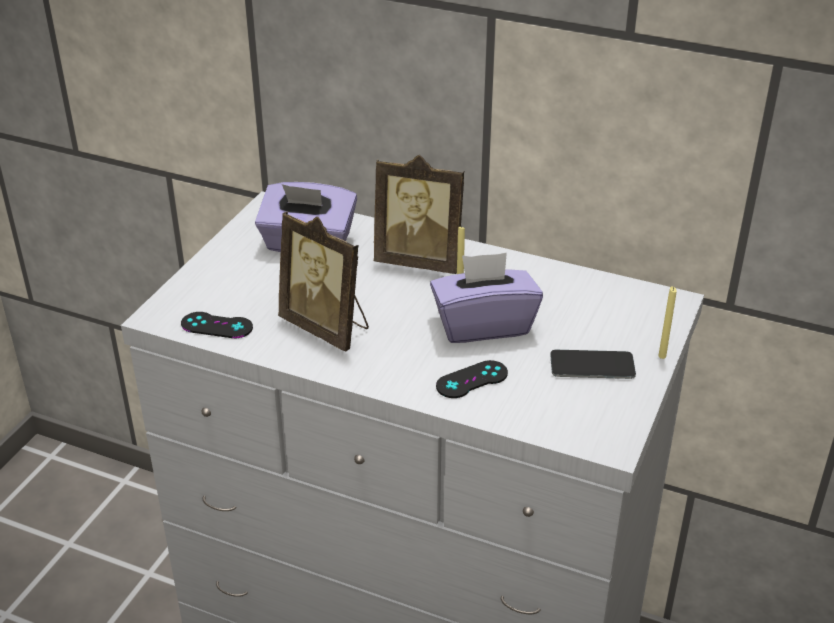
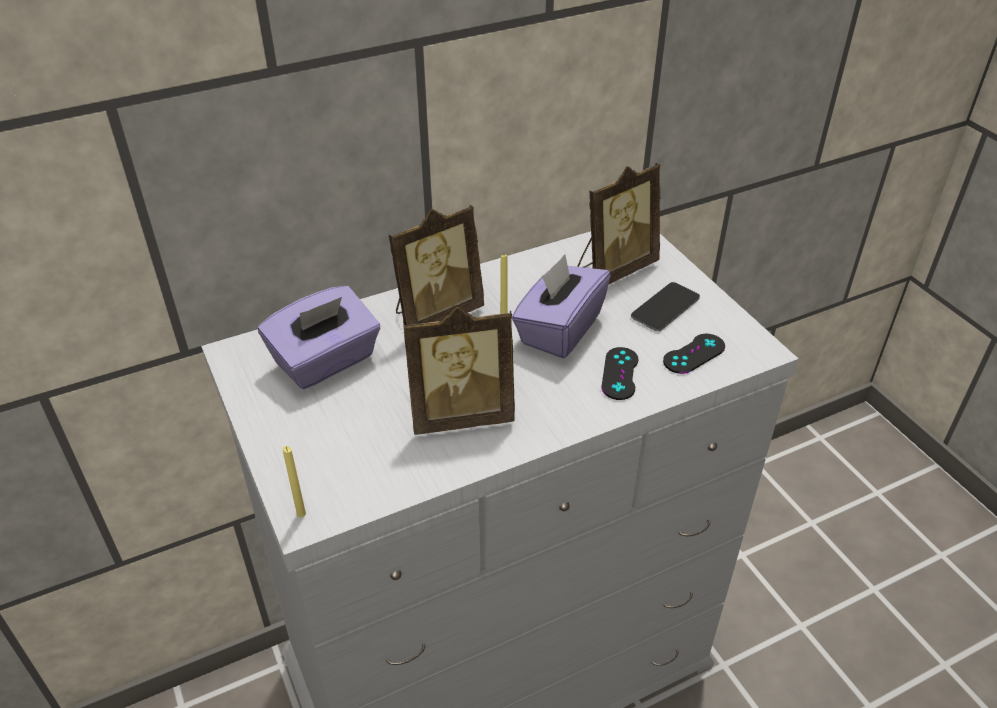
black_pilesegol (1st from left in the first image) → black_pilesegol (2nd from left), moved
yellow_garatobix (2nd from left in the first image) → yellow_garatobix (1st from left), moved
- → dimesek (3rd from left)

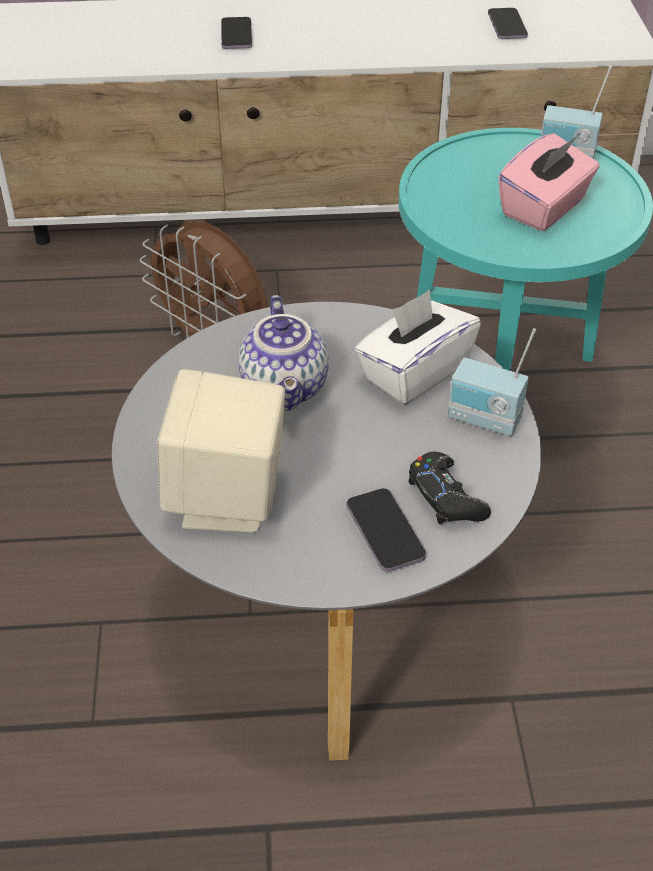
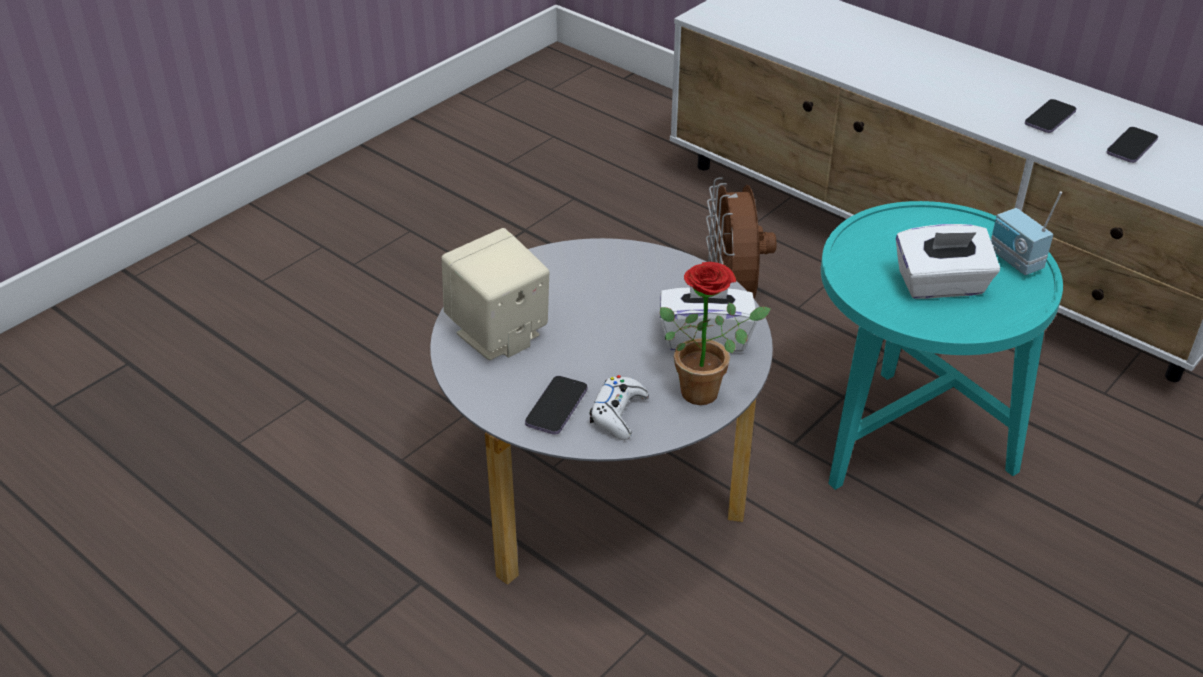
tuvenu (1st from left in the first image) → tuvenu (2nd from left), moved
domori → -
black_pilesegol → white_pilesegol
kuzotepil (1st from left) → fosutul
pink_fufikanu → white_fufikanu (2nd from left)

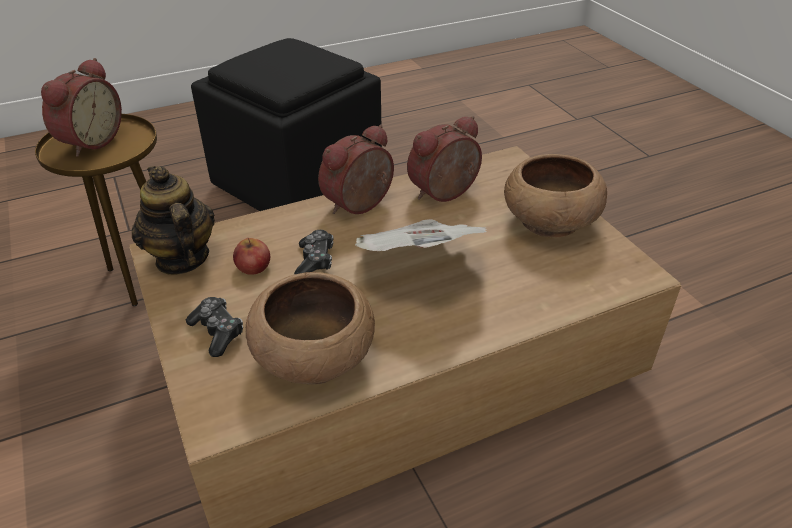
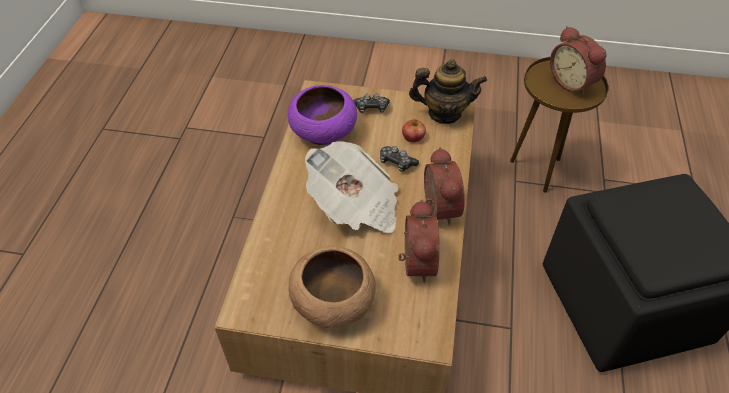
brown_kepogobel (1st from left) → purple_kepogobel

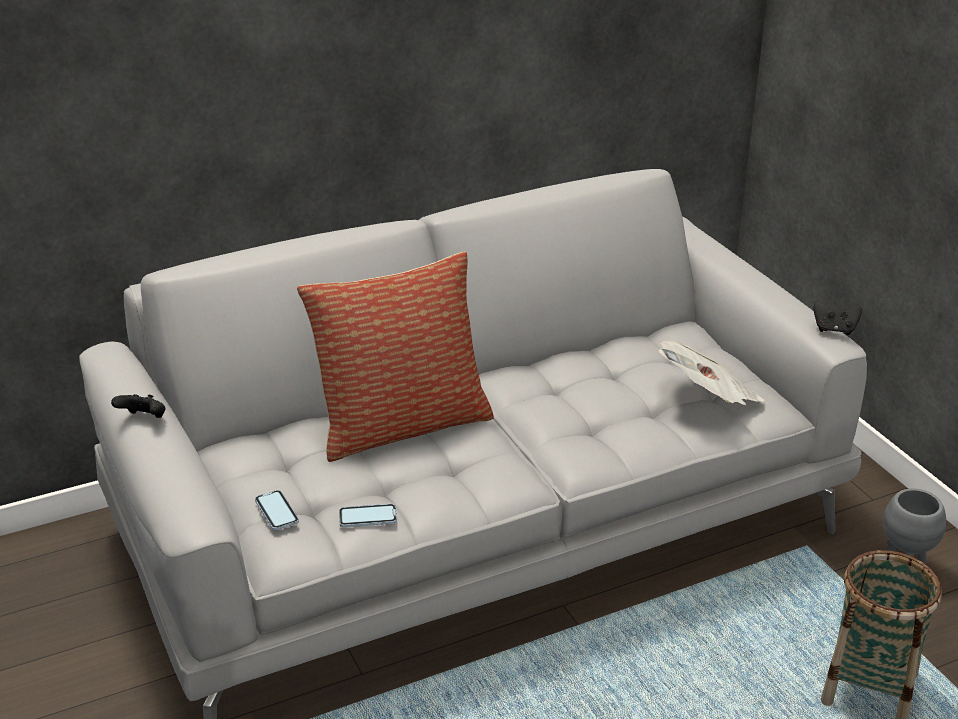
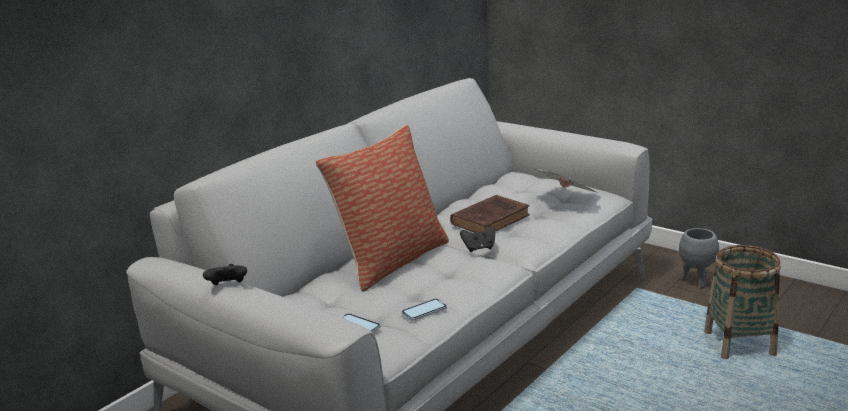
black_pilesegol (2nd from left), moved
- → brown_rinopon

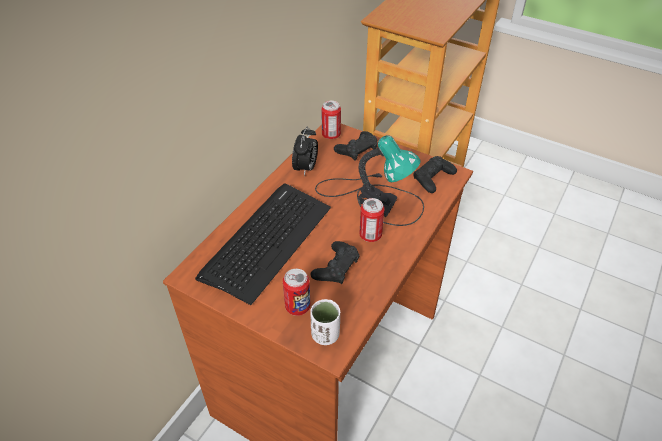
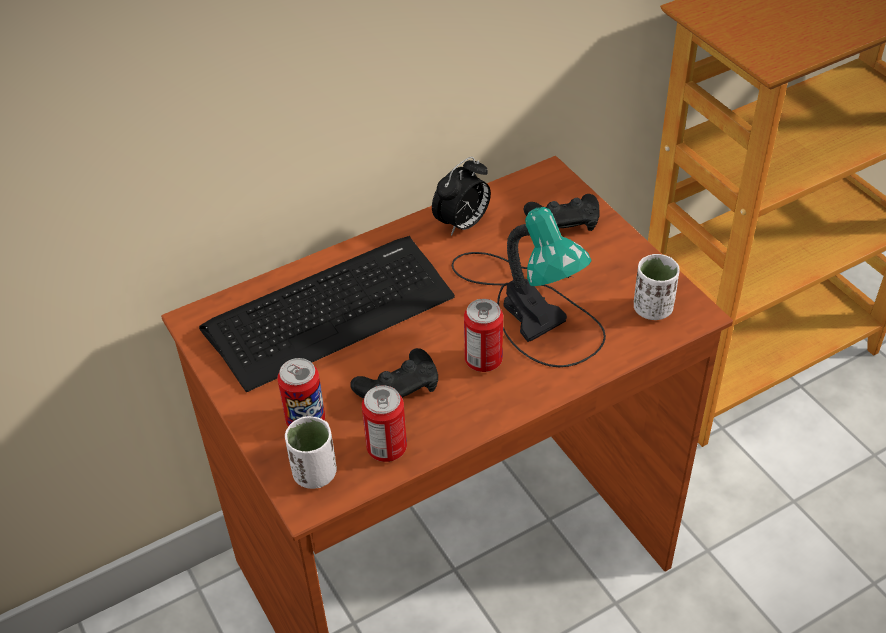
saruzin (2nd from left), moved
black_pilesegol (3rd from left) → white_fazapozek (2nd from left)

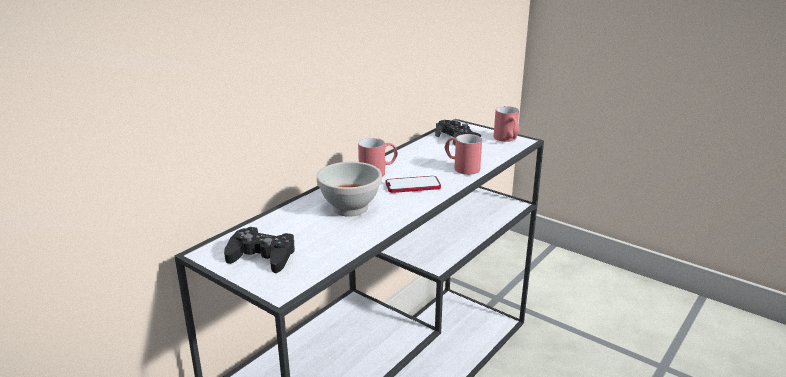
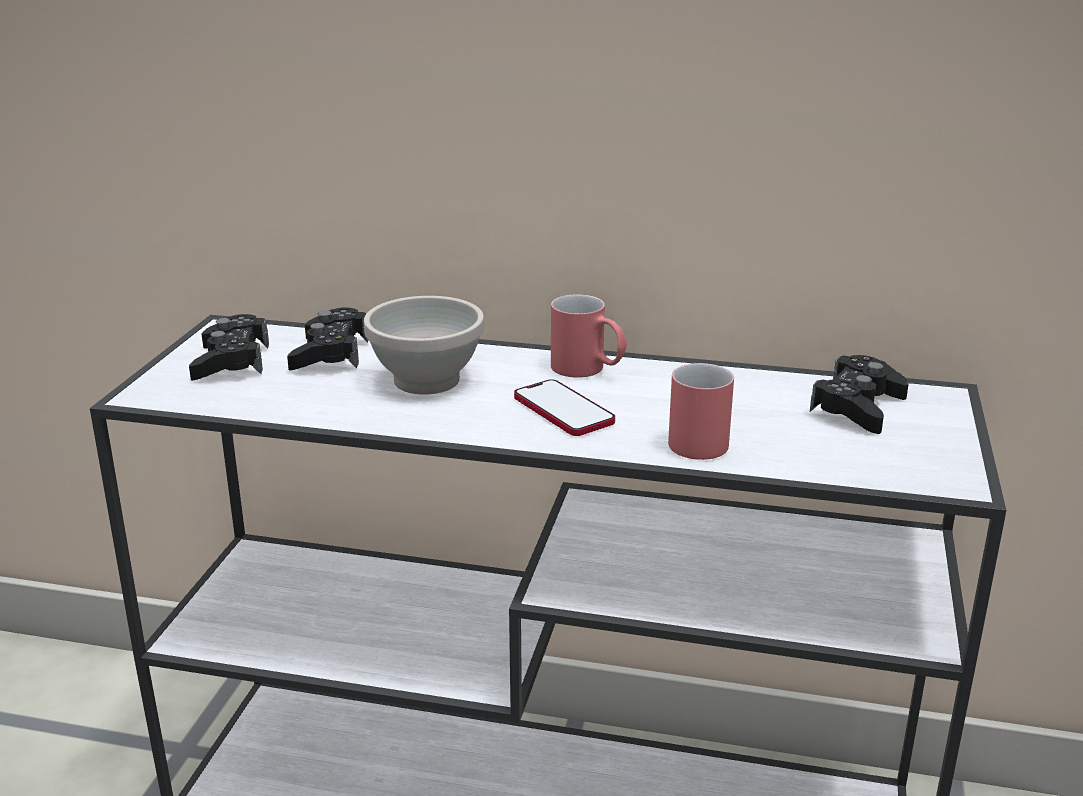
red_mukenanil (3rd from left) → -
- → black_pilesegol (2nd from left)

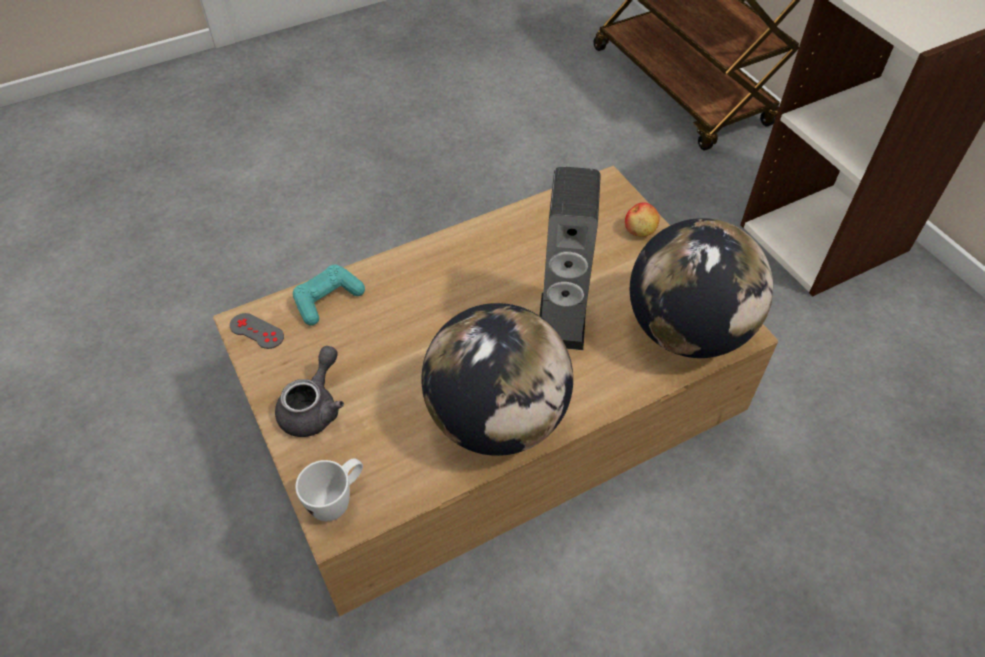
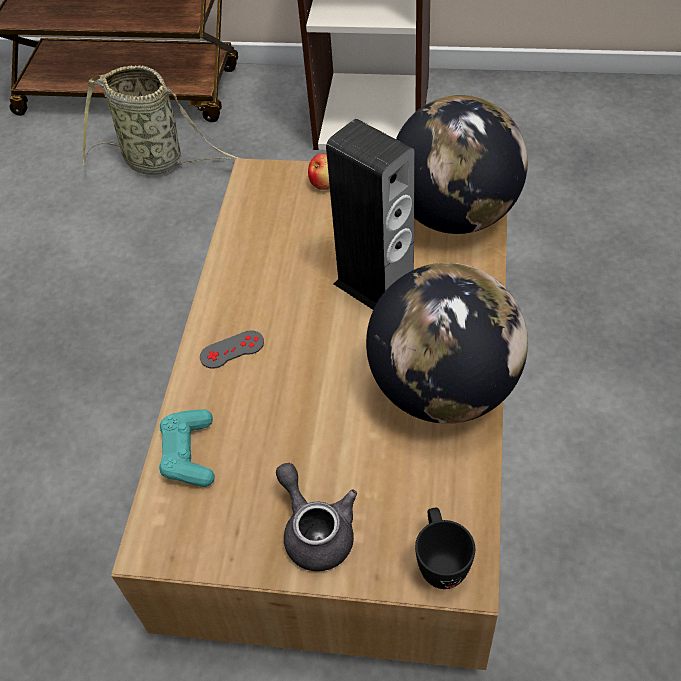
grey_pilesegol, moved
white_mukenanil → black_mukenanil
- → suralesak

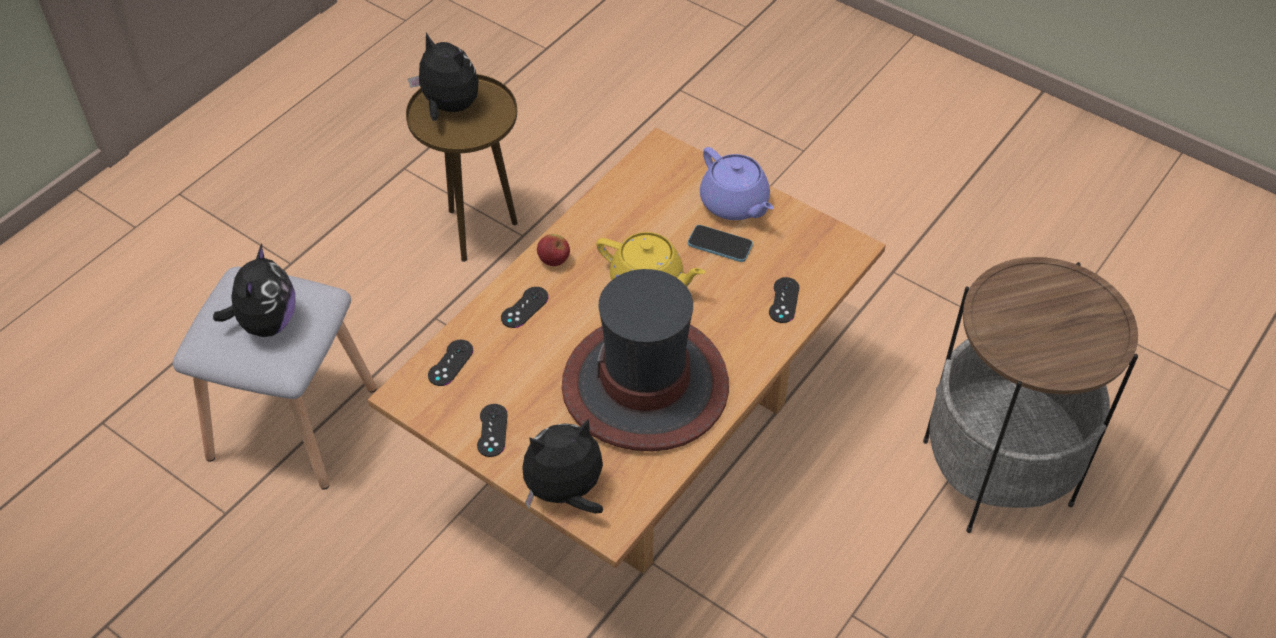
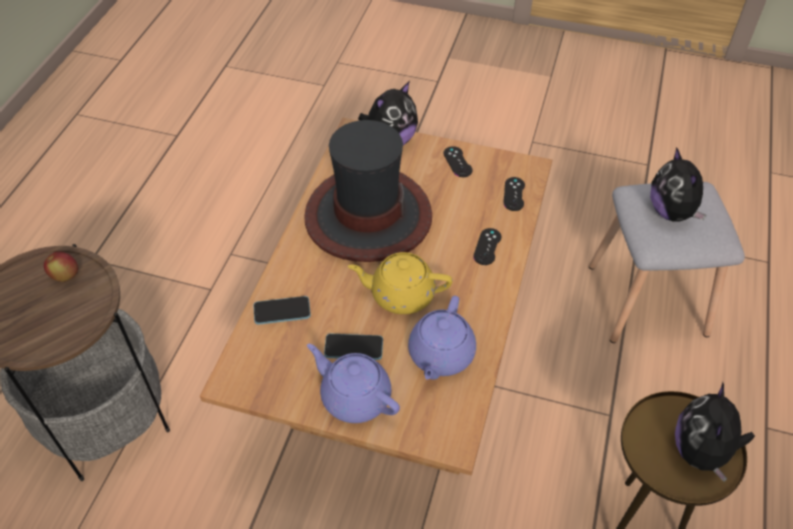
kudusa (2nd from left in the first image) → kudusa (3rd from left), 90 degrees clockwise
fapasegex, moved
black_pilesegol (4th from left) → tuvenu (1st from left)
- → purple_domori (2nd from left)

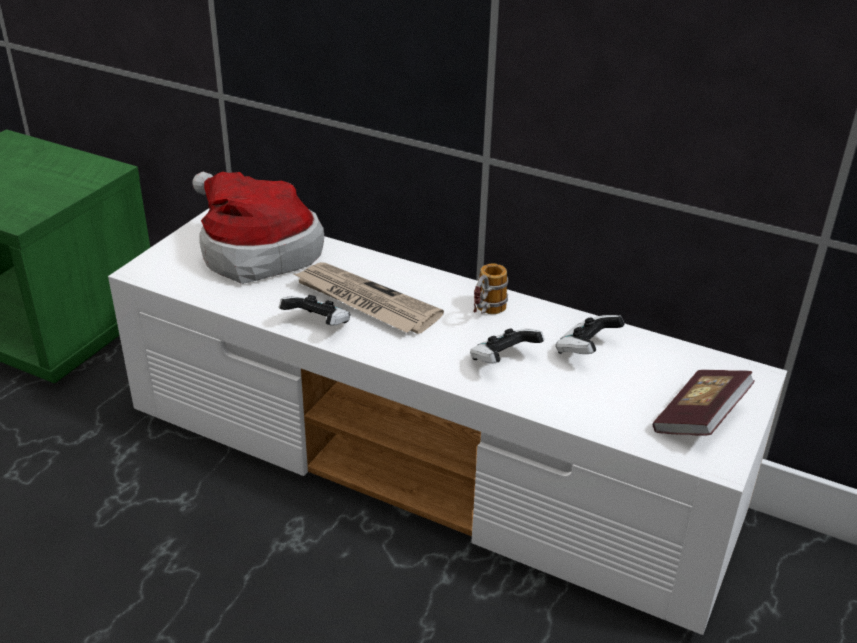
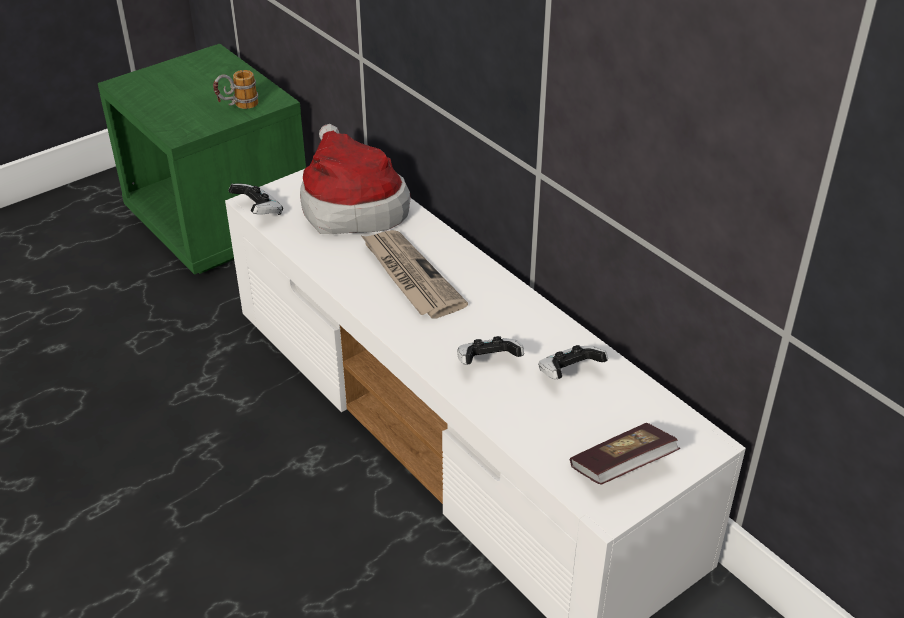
pilesegol (1st from left), moved
mukenanil, moved

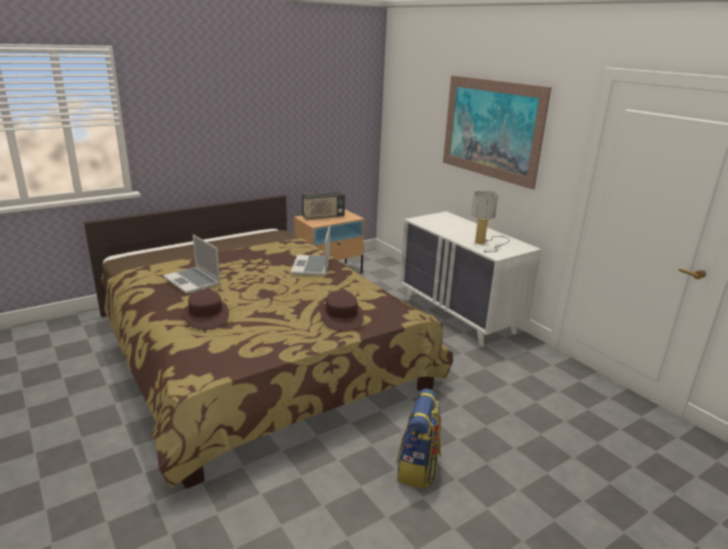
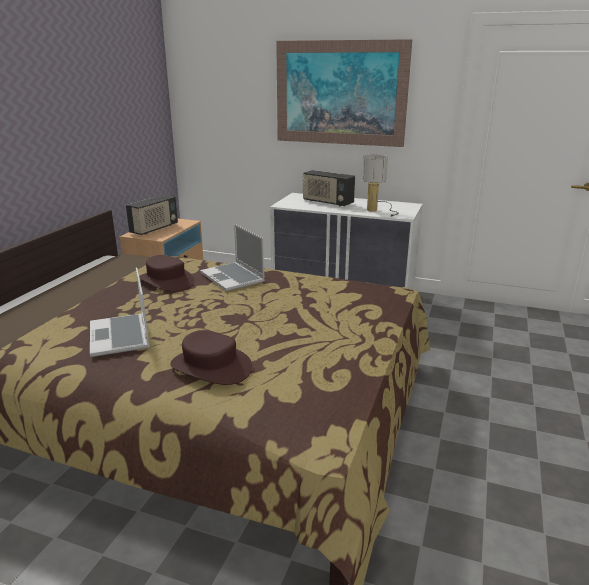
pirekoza (1st from left), 60 degrees clockwise
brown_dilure (2nd from left in the first image) → brown_dilure (1st from left), moved
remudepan → -
- → kuzotepil (2nd from left)

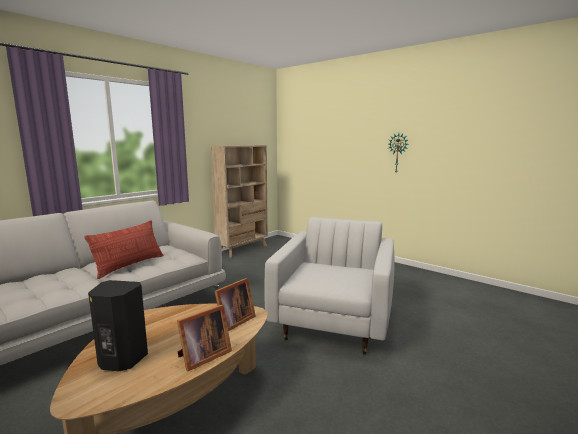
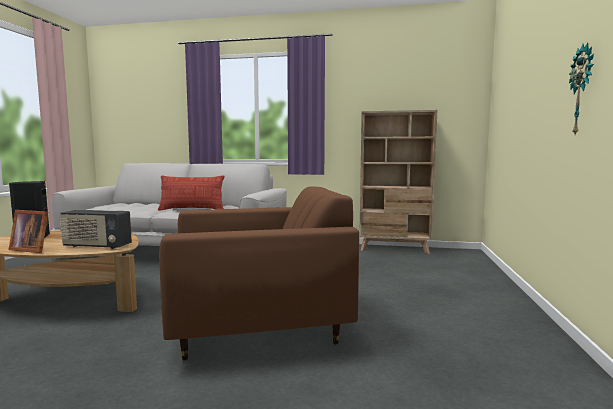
dimesek (2nd from left) → kuzotepil
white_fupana → brown_fupana

